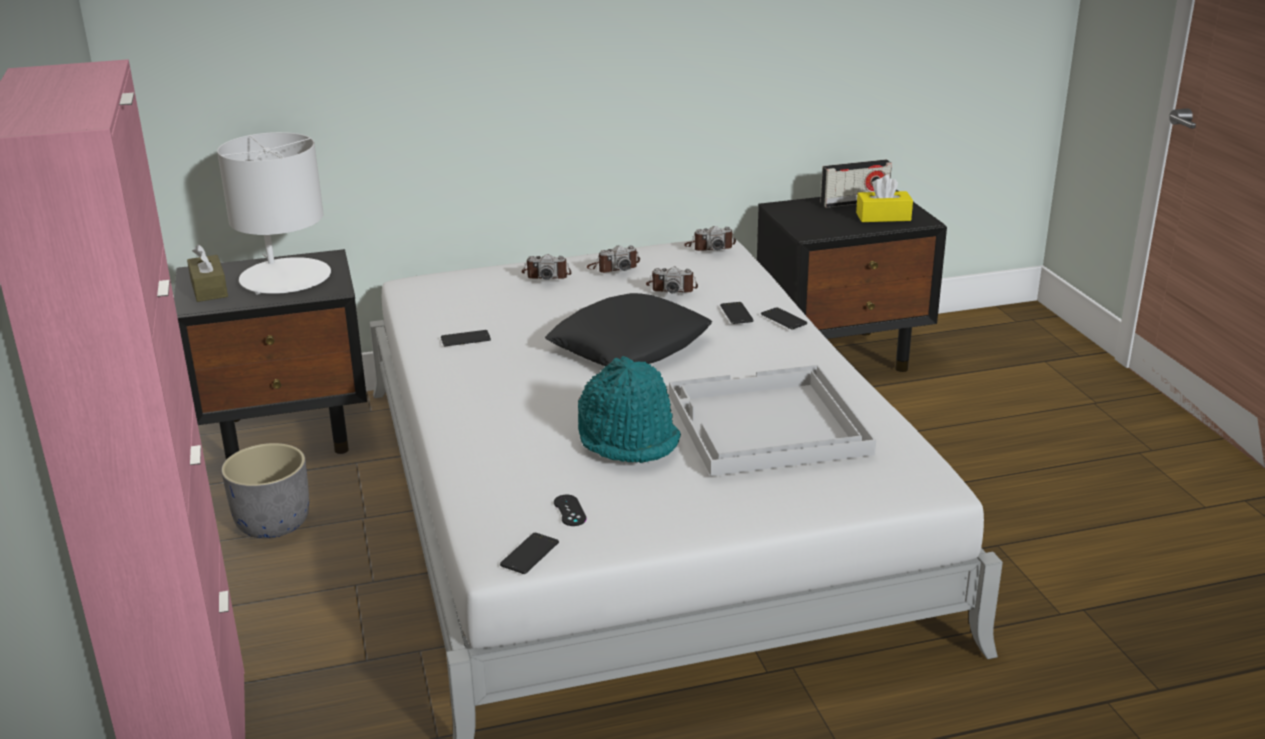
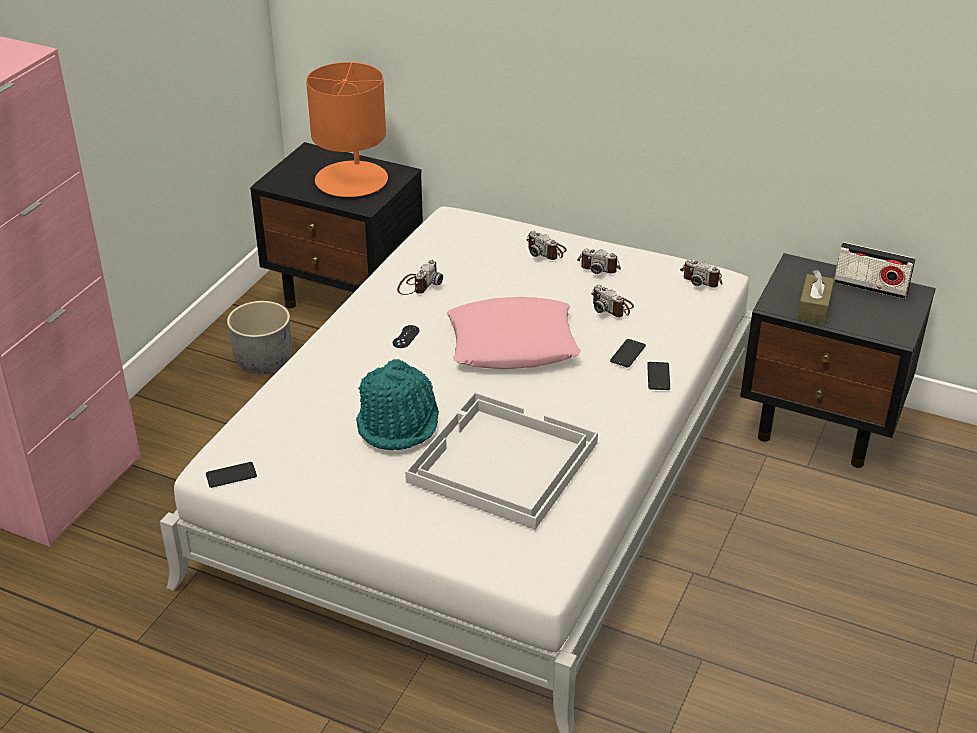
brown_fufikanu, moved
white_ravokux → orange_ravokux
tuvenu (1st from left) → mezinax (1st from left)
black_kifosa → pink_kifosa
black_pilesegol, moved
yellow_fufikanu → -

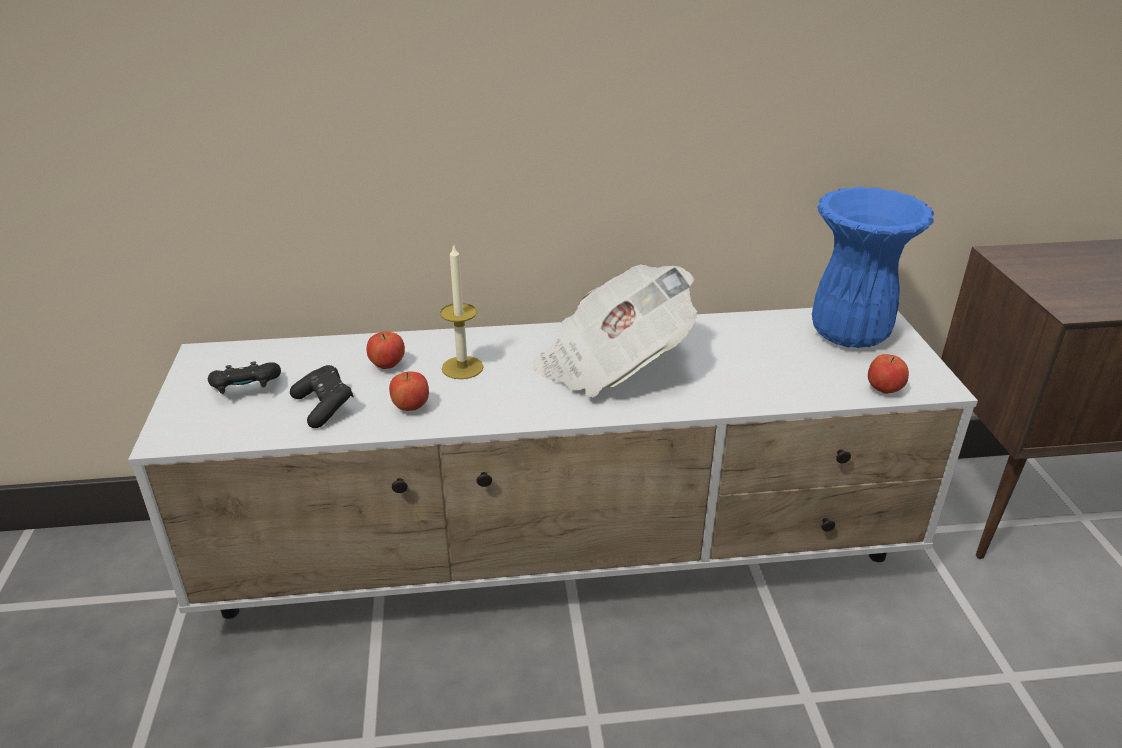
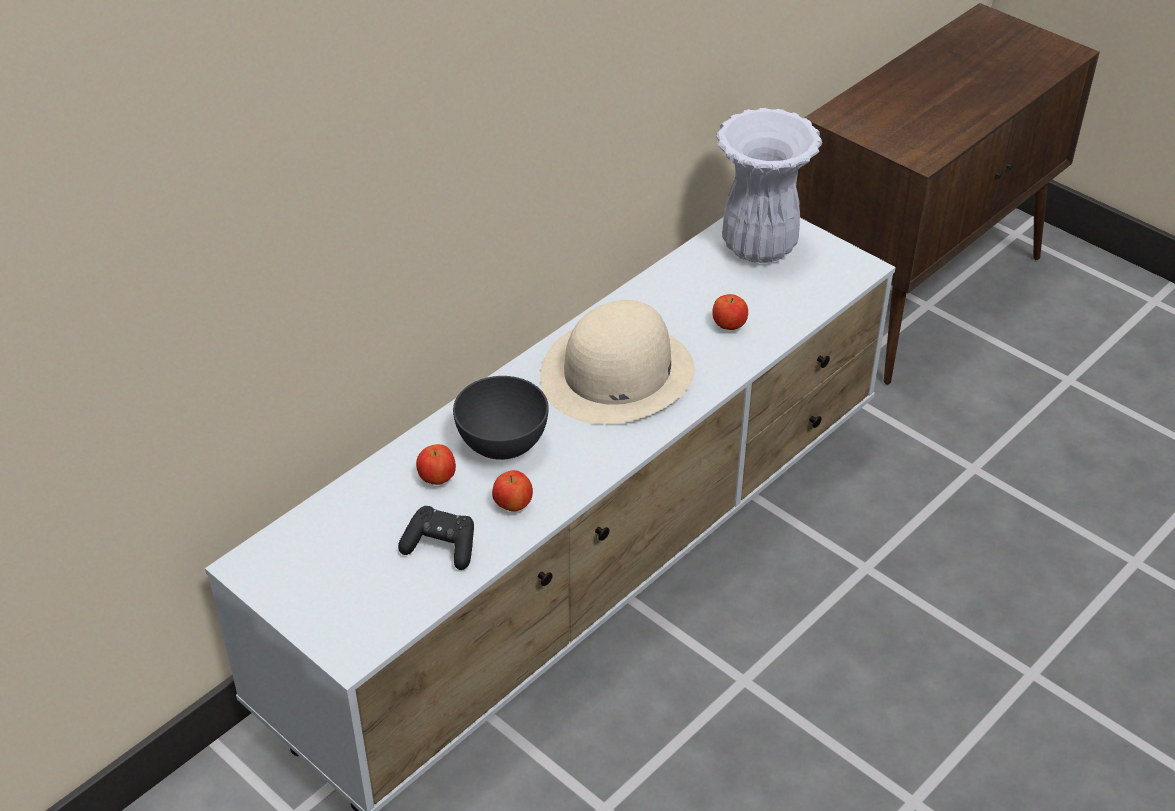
black_pilesegol (1st from left) → -
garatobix → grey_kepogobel
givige → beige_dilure
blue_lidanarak → white_lidanarak
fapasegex (3rd from left), moved

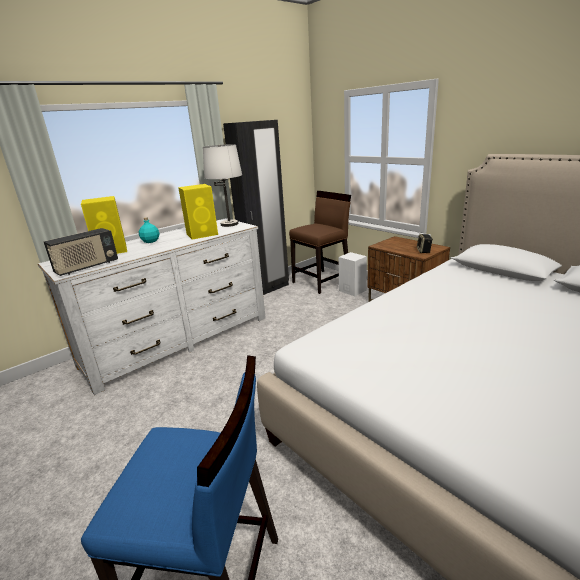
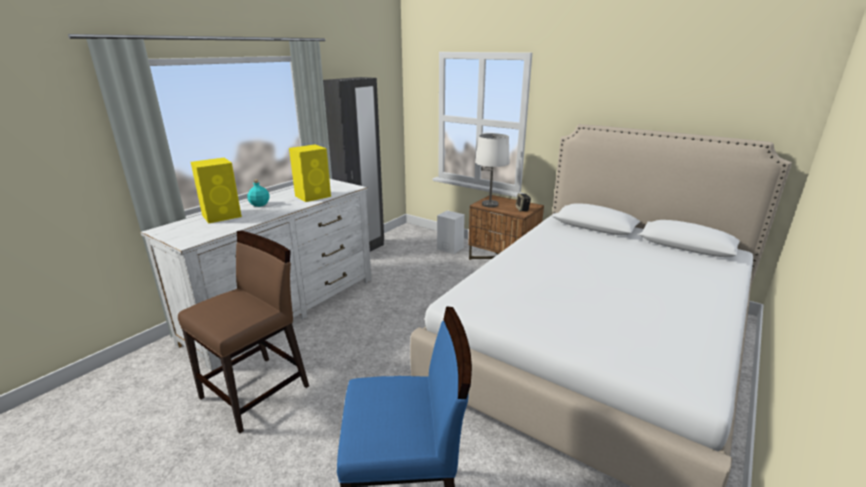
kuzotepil → -
white_ravokux, moved
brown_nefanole, moved

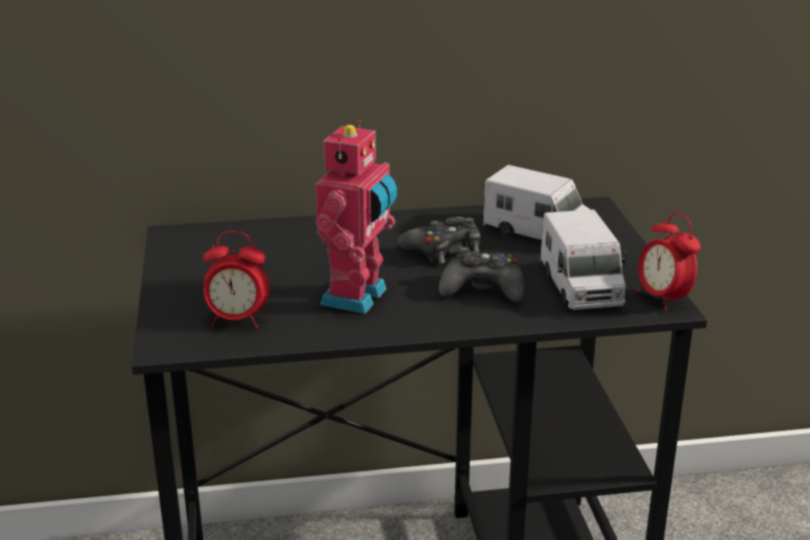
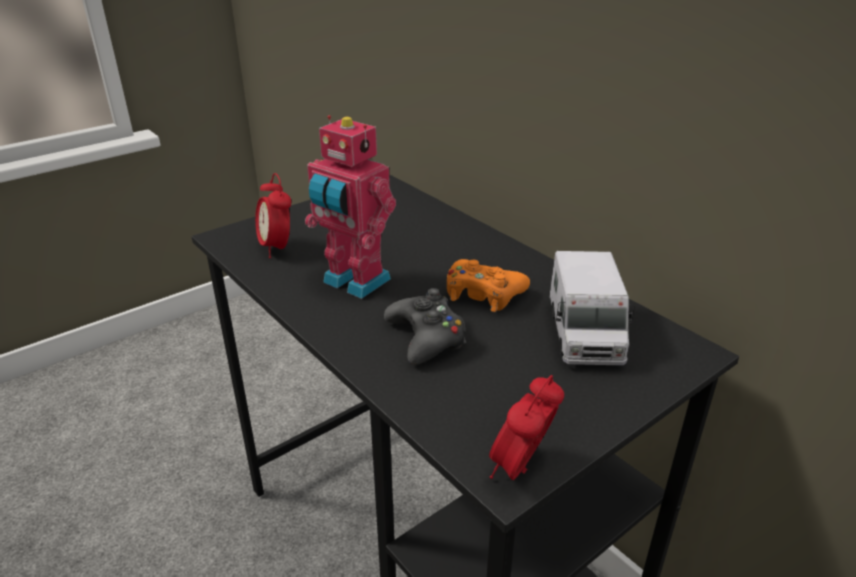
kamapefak, 45 degrees clockwise
black_pilesegol (1st from left) → orange_pilesegol
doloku (2nd from left) → -

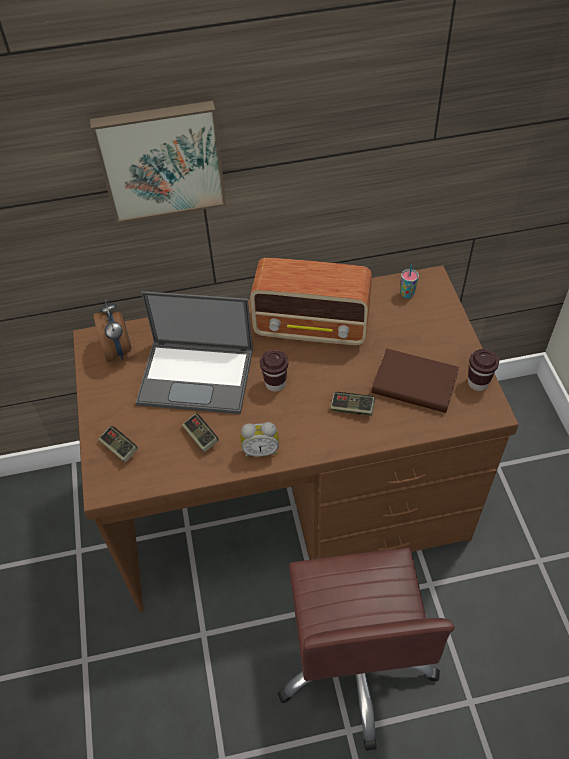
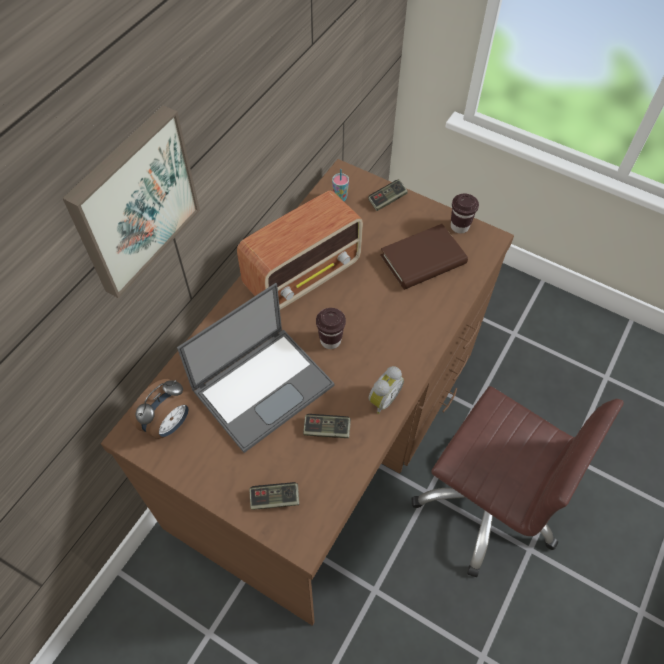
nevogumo (1st from left), 105 degrees clockwise
pilesegol (3rd from left), moved

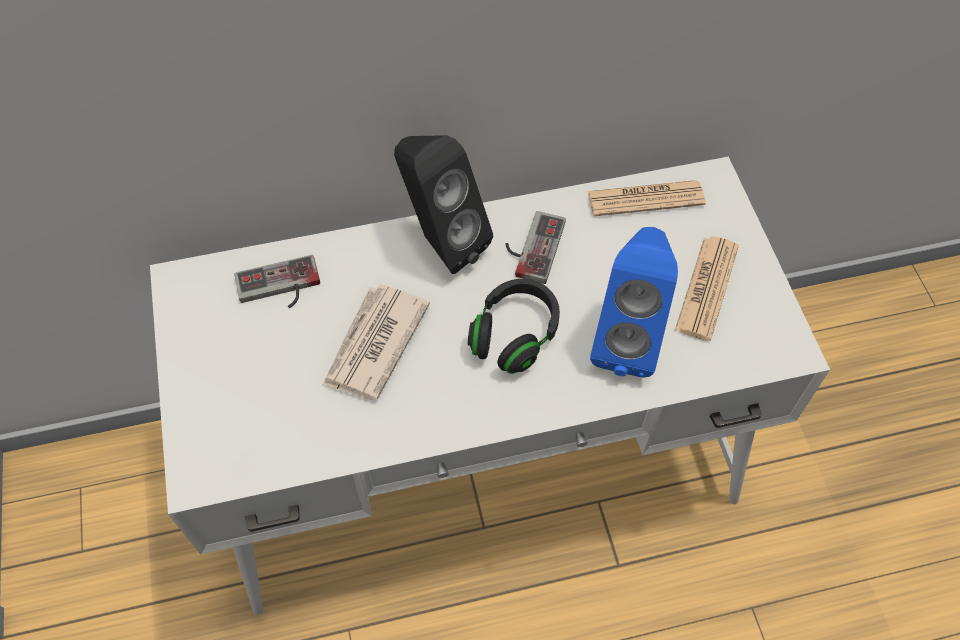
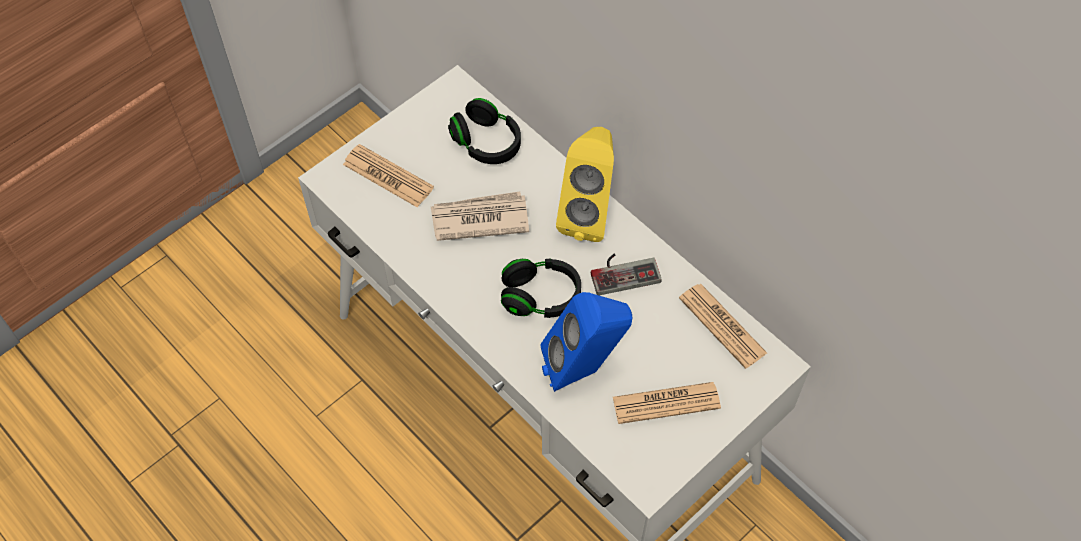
pilesegol (1st from left) → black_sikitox (1st from left)
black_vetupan → yellow_vetupan
- → givige (1st from left)

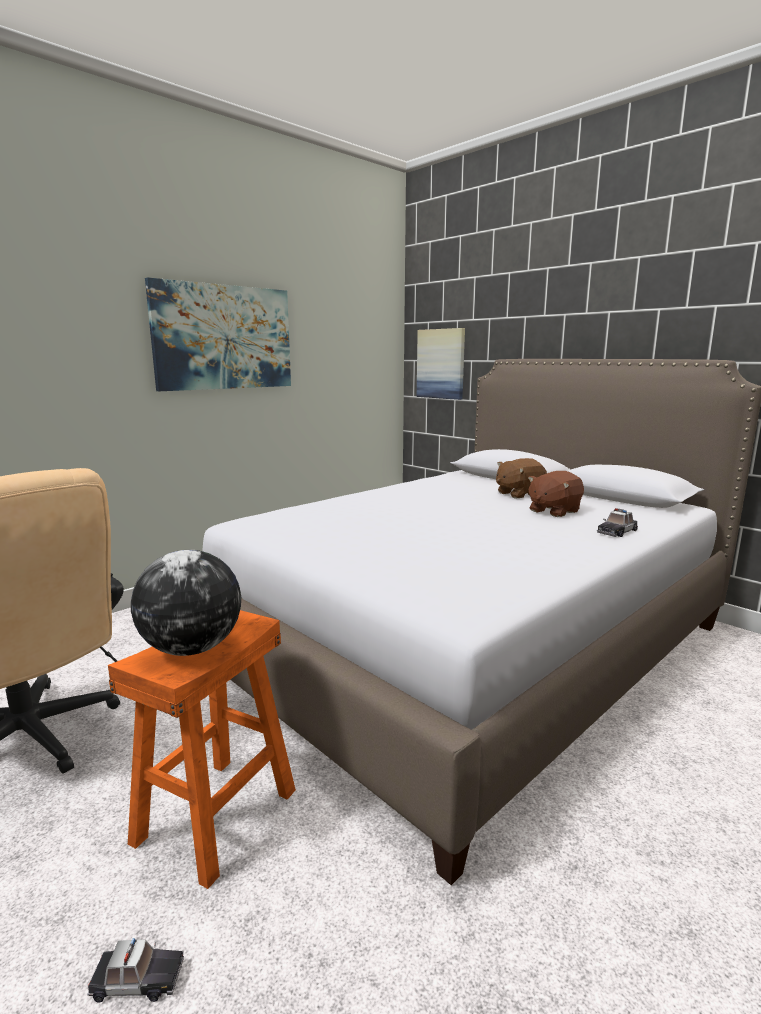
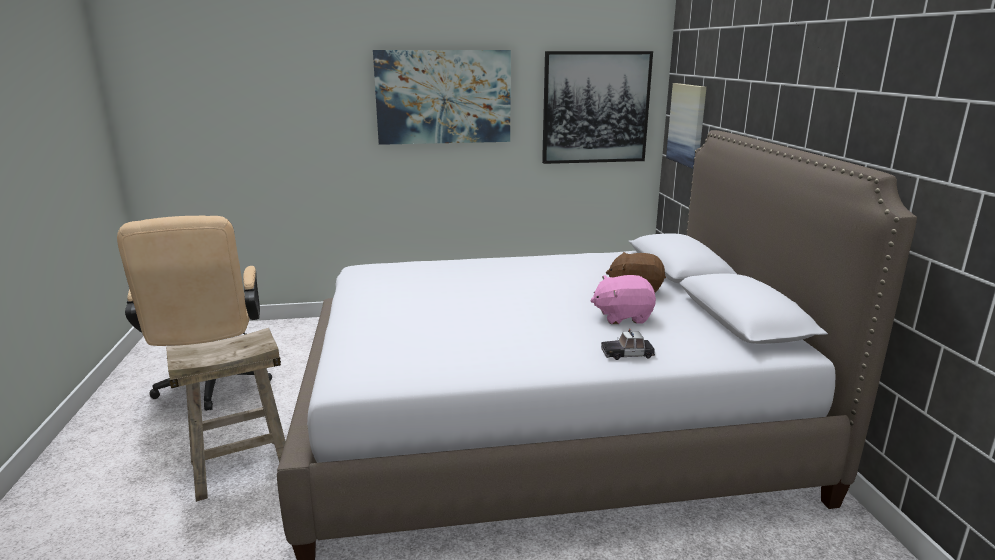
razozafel (1st from left) → -
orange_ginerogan → beige_ginerogan
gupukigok → -
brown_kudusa (2nd from left) → pink_kudusa
- → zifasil (2nd from left)

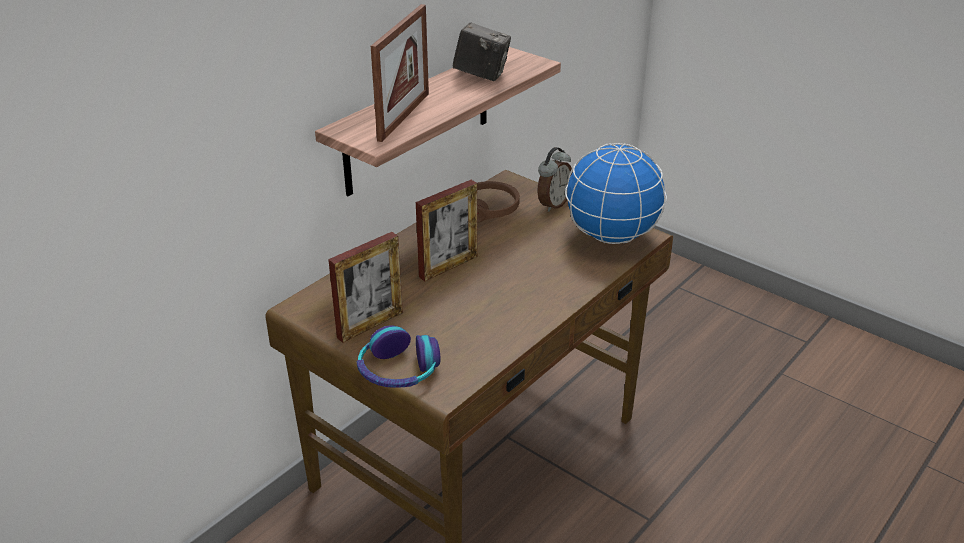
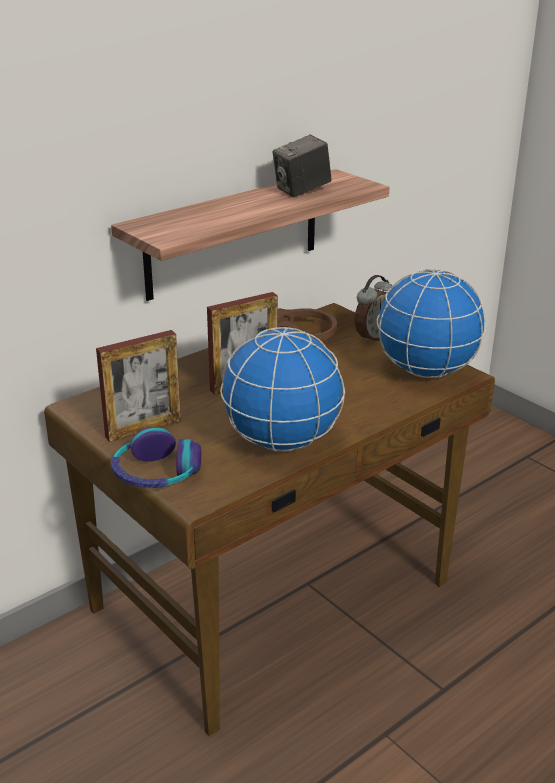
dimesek (2nd from left) → -
mezinax, 120 degrees clockwise
- → gupukigok (1st from left)

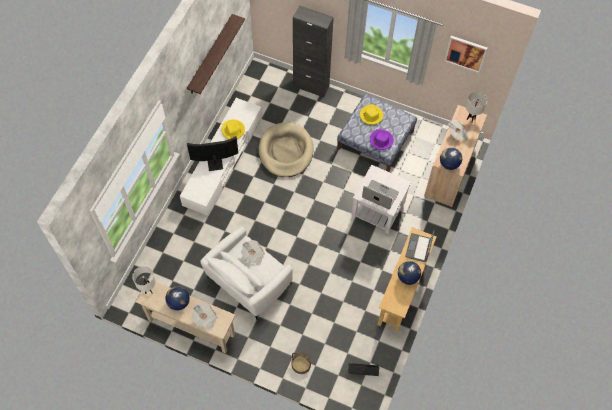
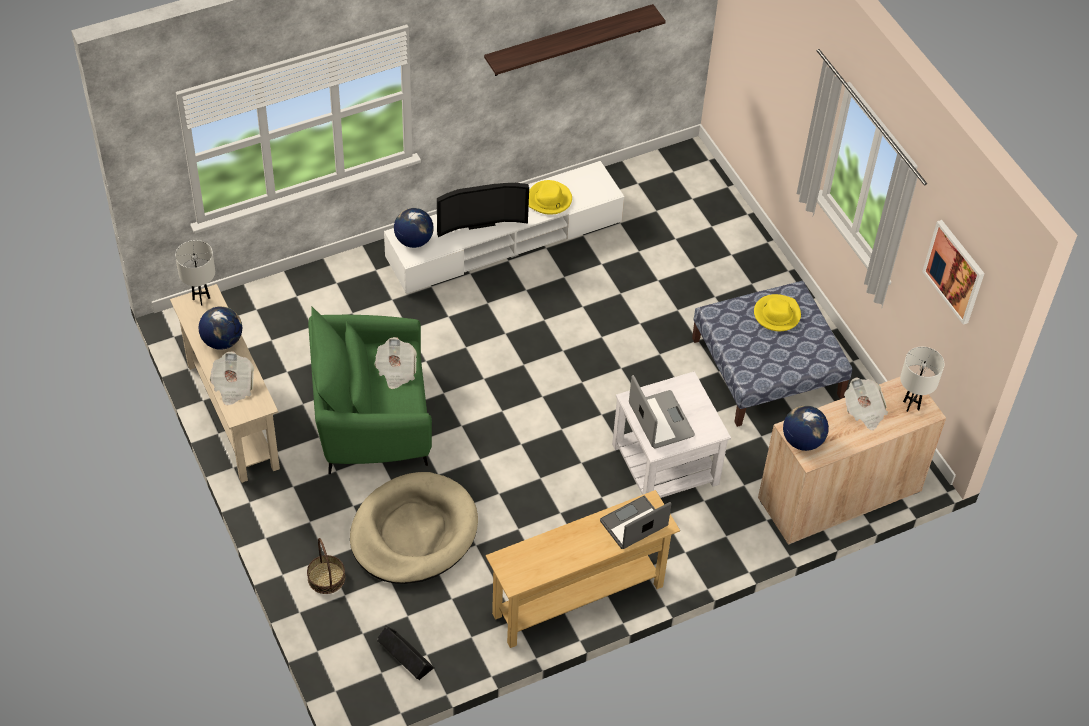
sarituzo, 135 degrees clockwise
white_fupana → green_fupana
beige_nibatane, moved
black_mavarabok → -
purple_dilure → -
gupukigok (2nd from left), moved

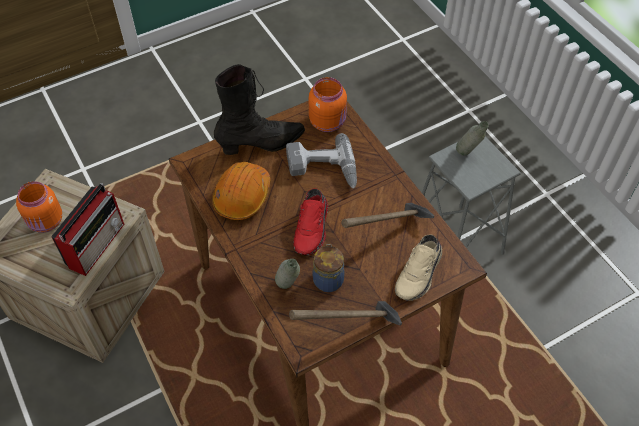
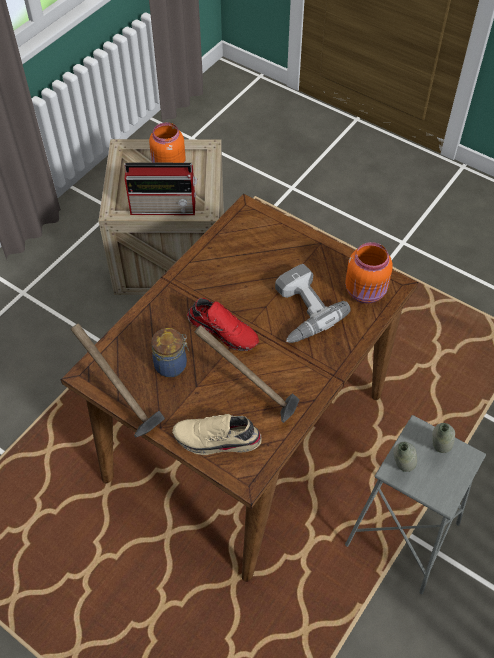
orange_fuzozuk → -
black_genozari → -
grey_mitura (1st from left), moved
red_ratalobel, 135 degrees counterclockwise

